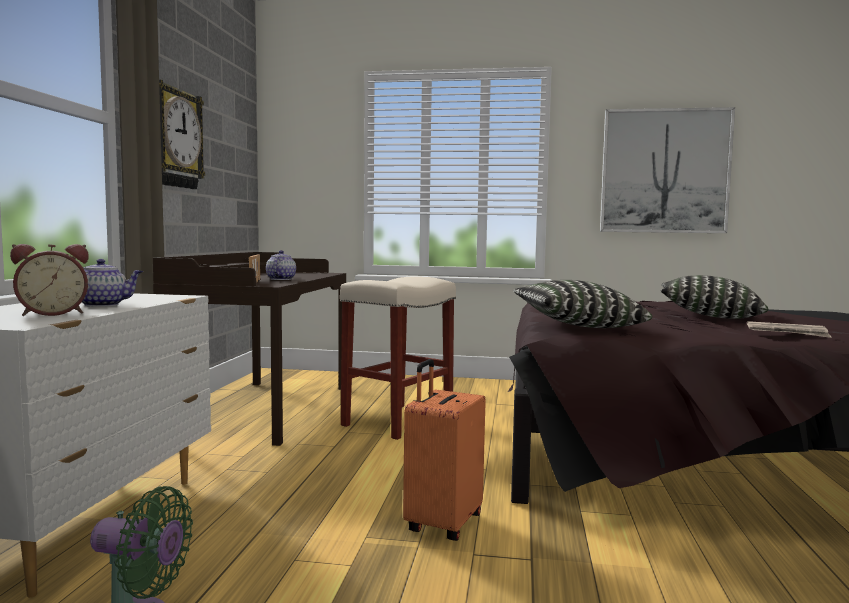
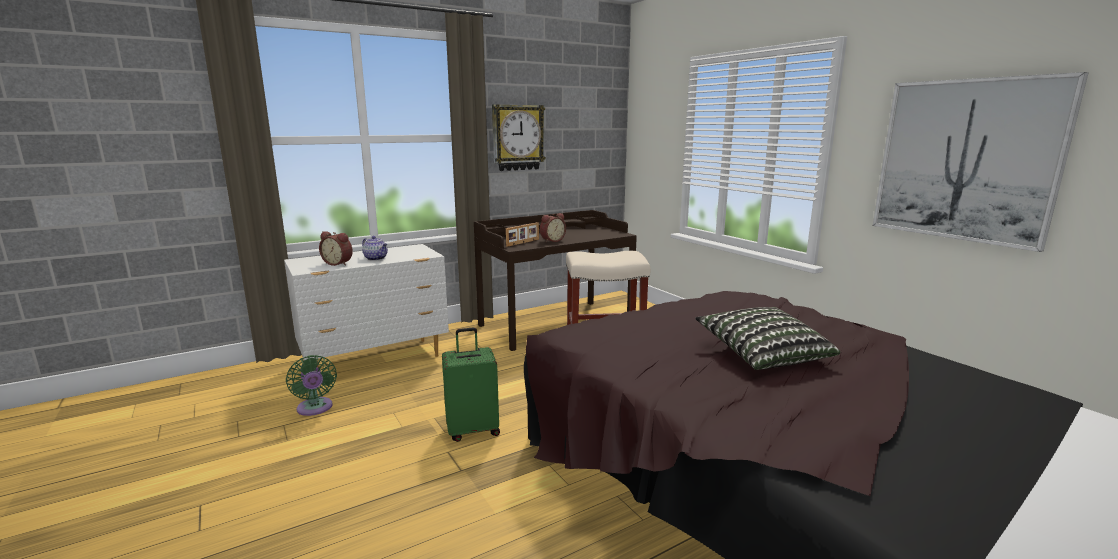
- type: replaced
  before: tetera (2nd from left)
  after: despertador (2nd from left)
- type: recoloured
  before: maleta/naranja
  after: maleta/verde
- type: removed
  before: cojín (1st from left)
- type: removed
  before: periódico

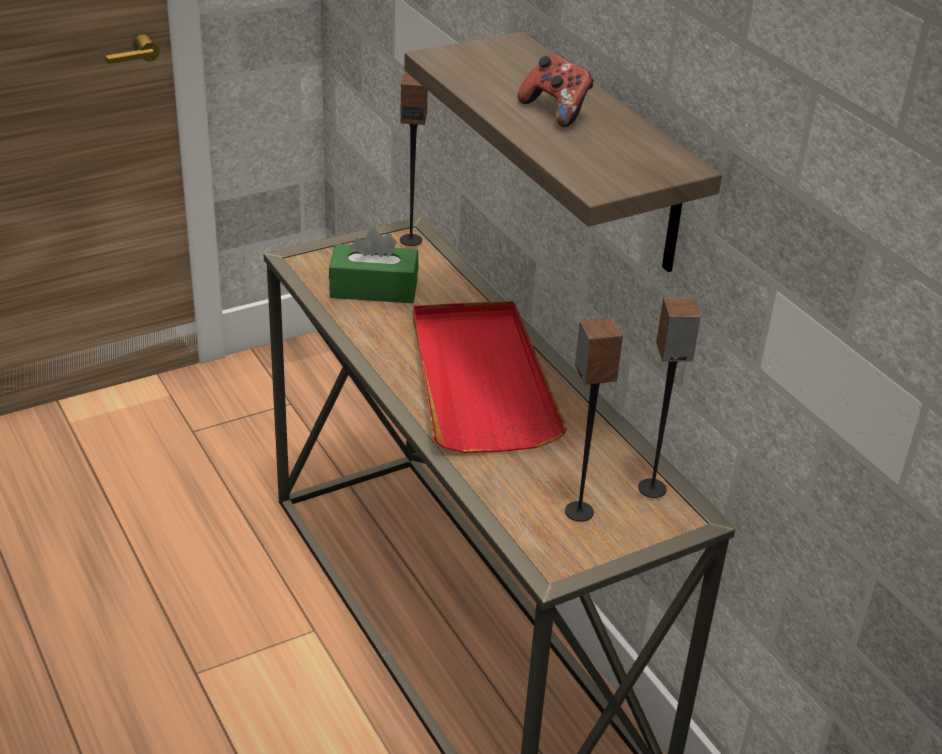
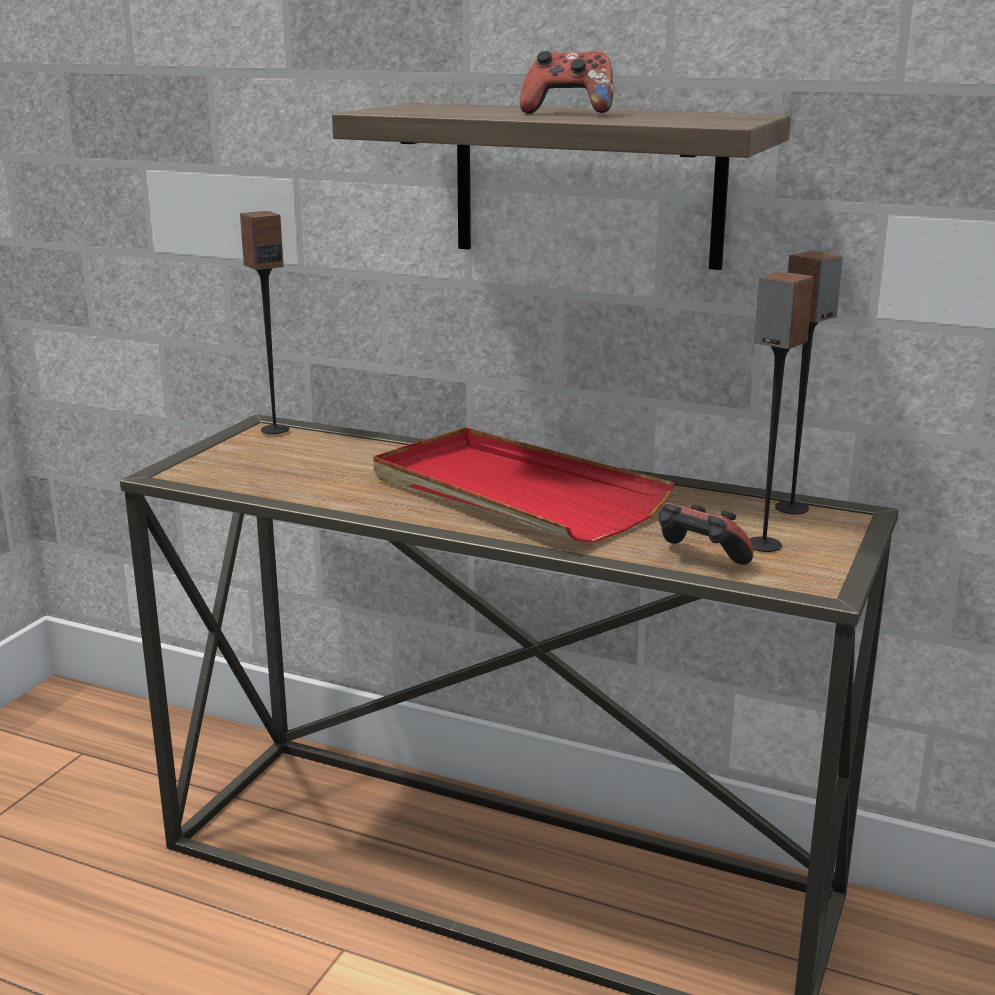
- type: removed
  before: caja de pañuelos/verde
- type: added
  after: mando de consola (2nd from left)

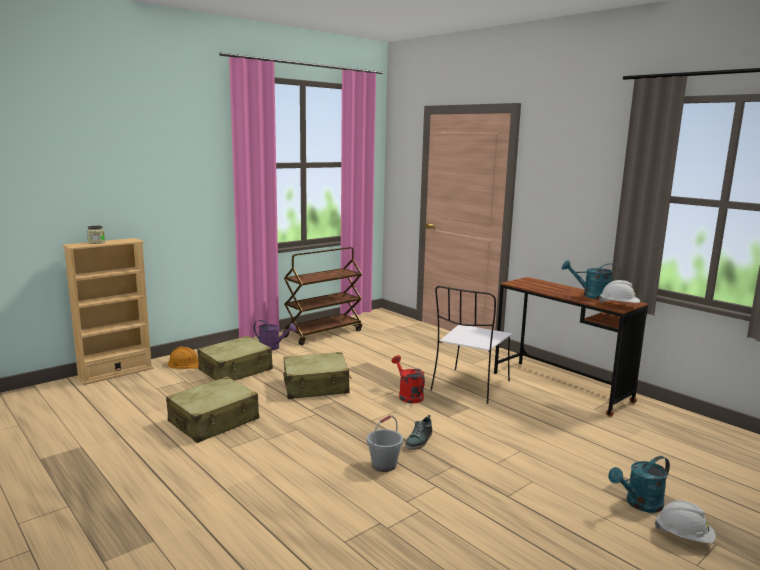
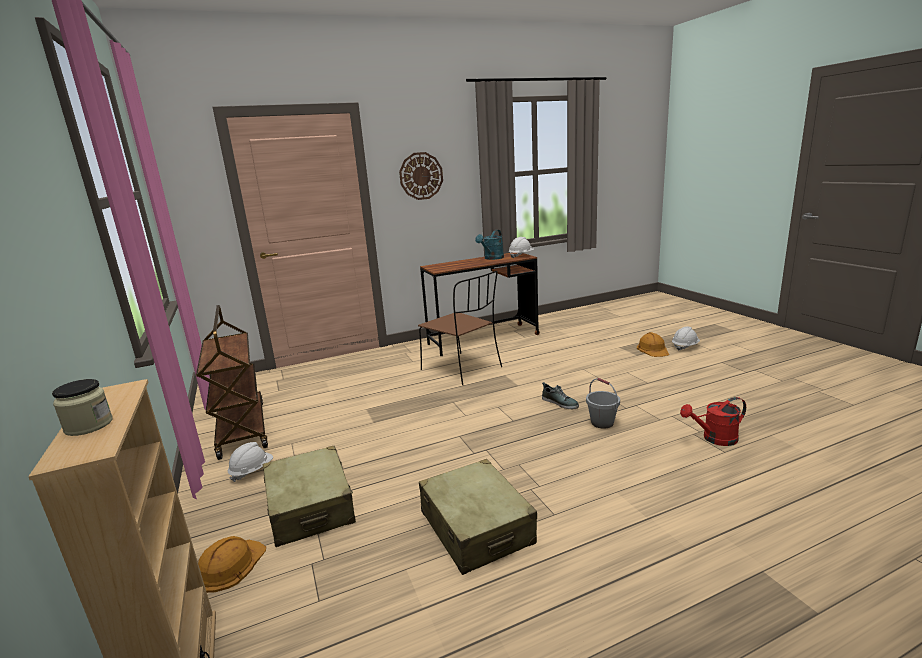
- type: replaced
  before: regadera/morado
  after: casco/blanco (1st from left)
- type: removed
  before: maleta/beis (3rd from left)
- type: moved
  before: regadera/rojo
- type: recoloured
  before: silla/blanco
  after: silla/marrón
- type: replaced
  before: regadera/turquesa (2nd from left)
  after: casco/naranja (2nd from left)
- type: added
  after: reloj de pared

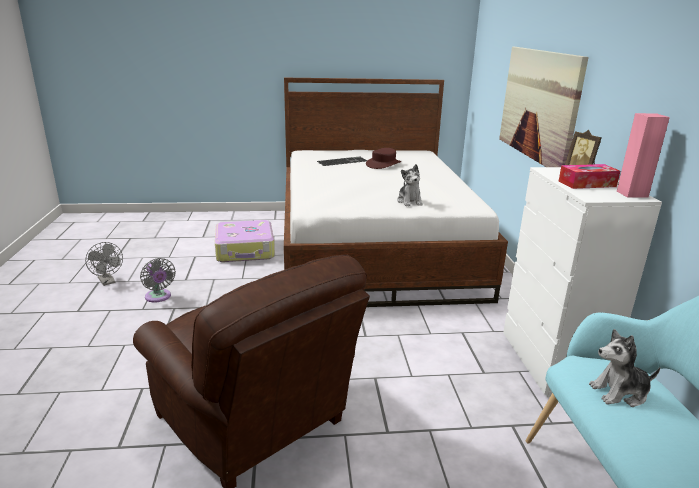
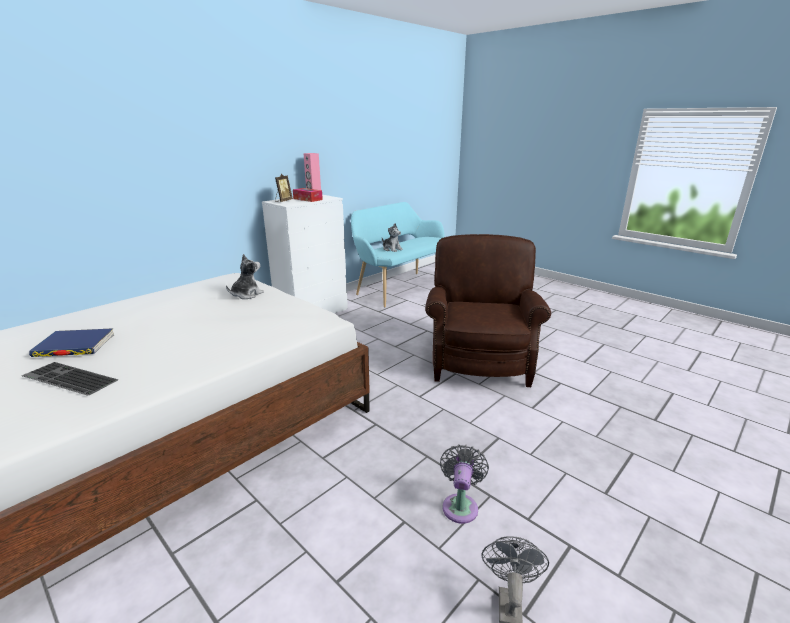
- type: removed
  before: maleta
- type: replaced
  before: sombrero/marrón
  after: libro/azul
- type: removed
  before: cuadro

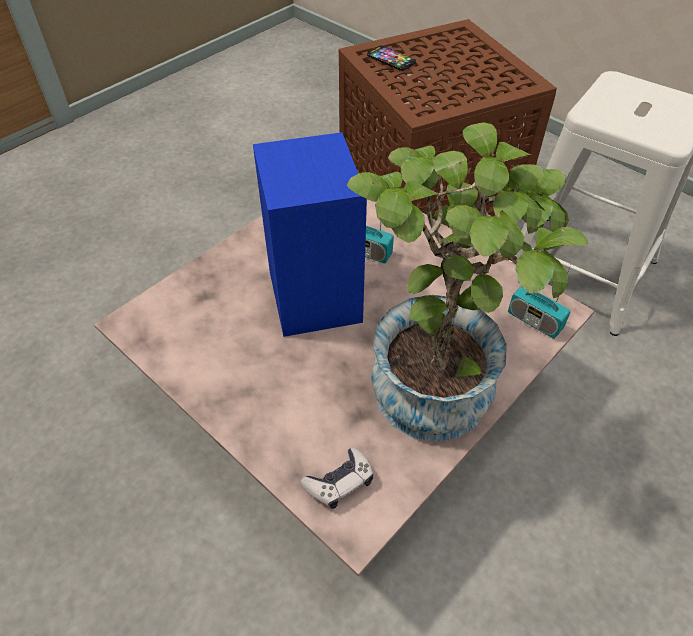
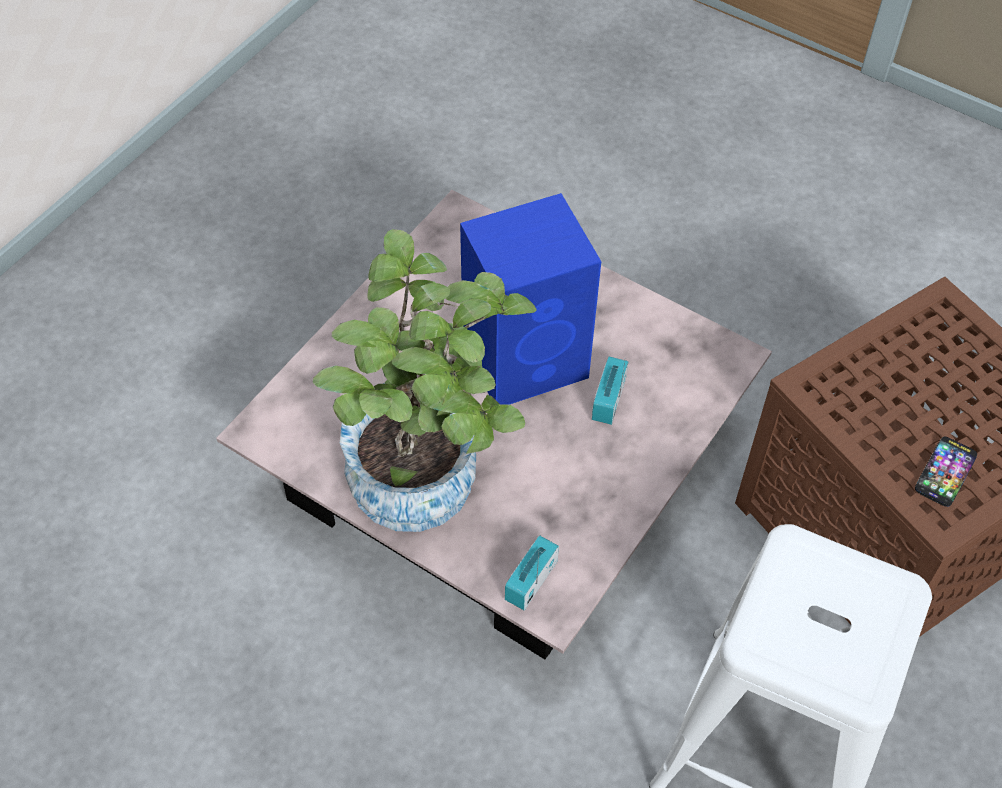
- type: removed
  before: mando de consola
- type: moved
  before: móvil

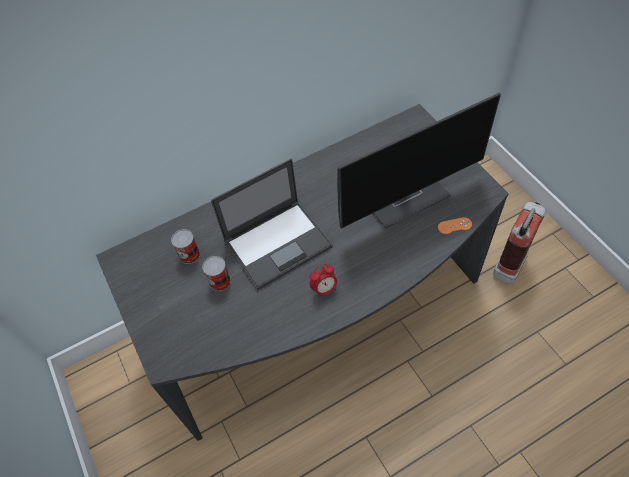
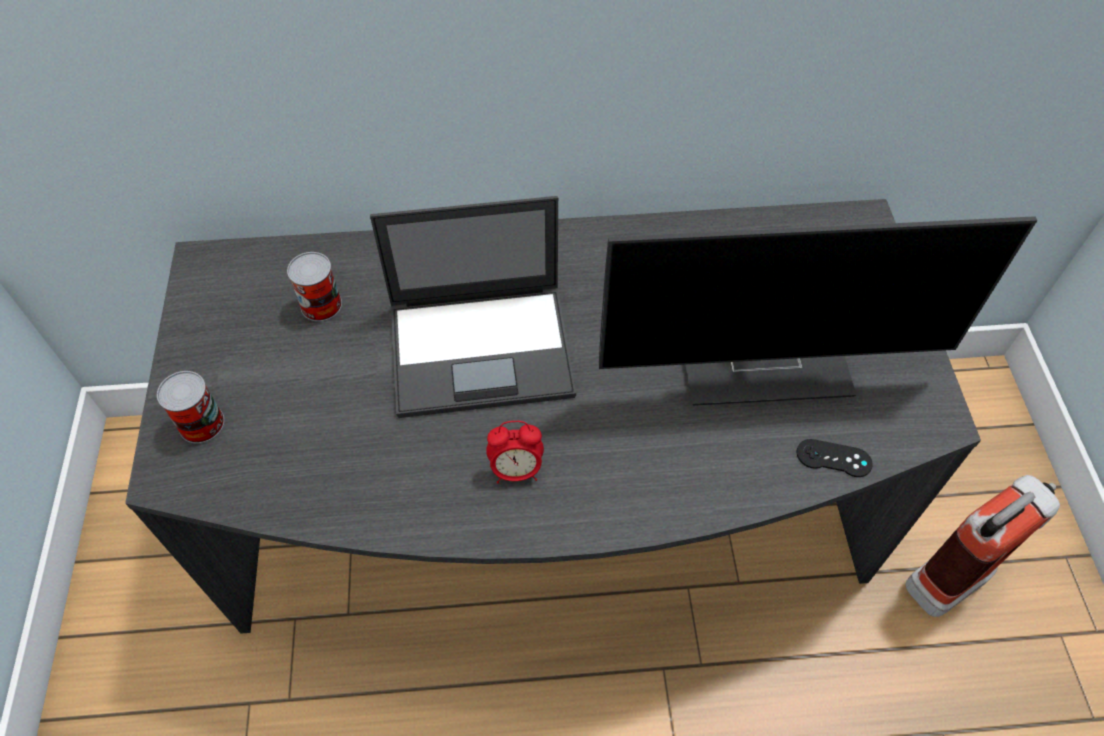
- type: moved
  before: lata (2nd from left in the first image)
  after: lata (1st from left)
- type: recoloured
  before: mando de consola/naranja
  after: mando de consola/negro

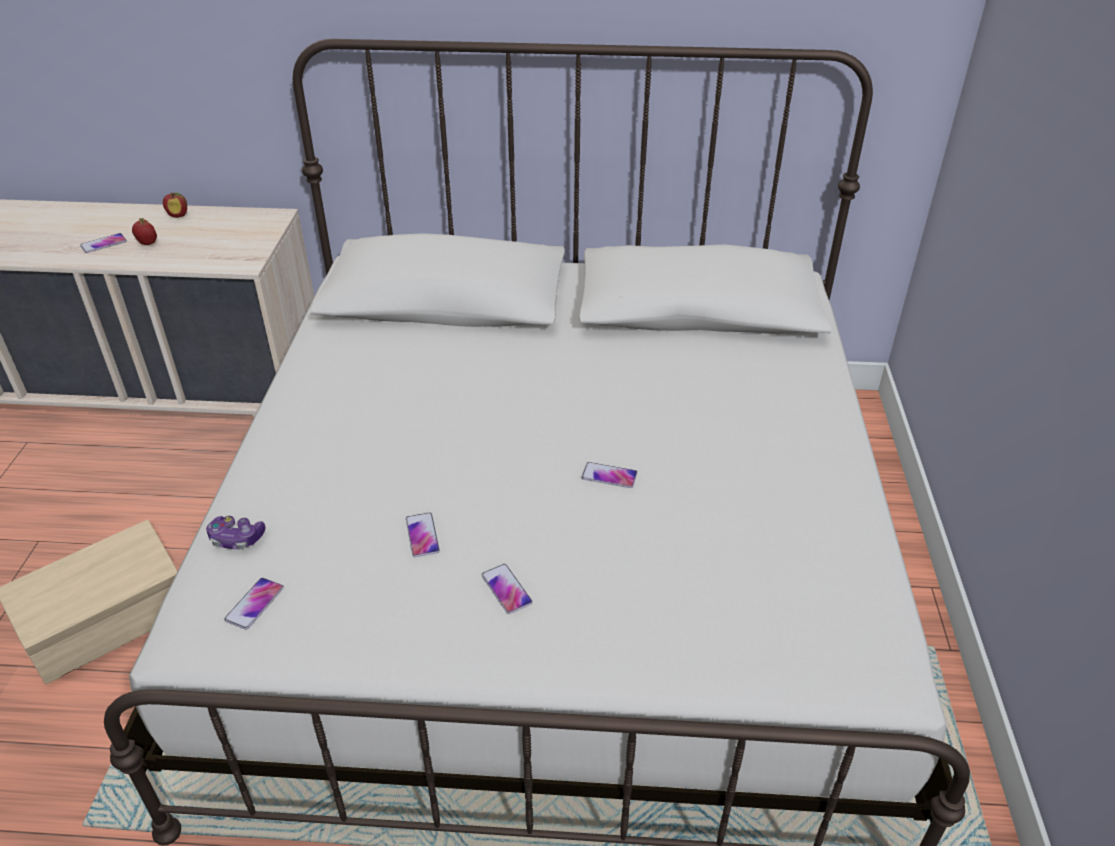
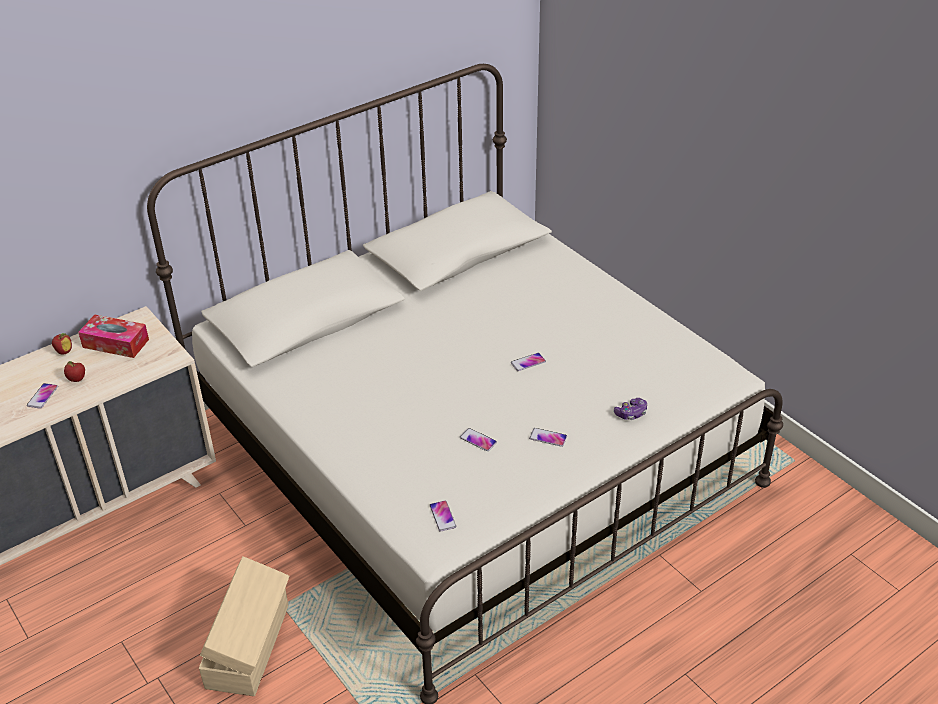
- type: moved
  before: mando de consola
- type: added
  after: caja de pañuelos

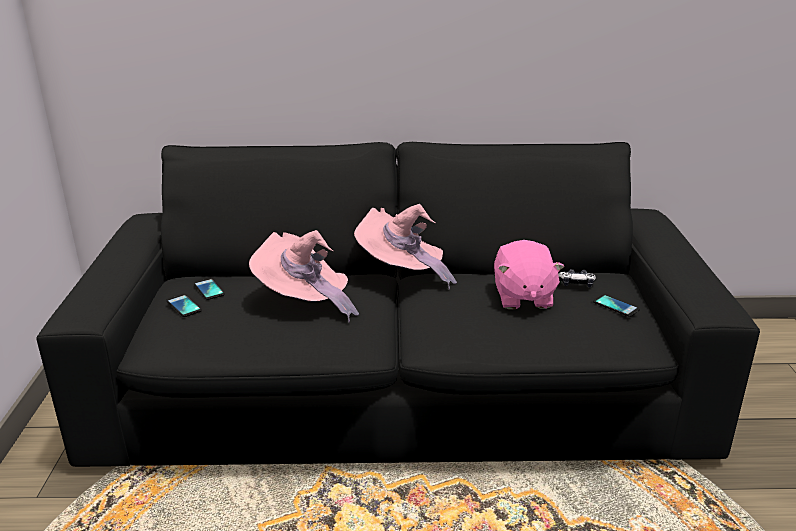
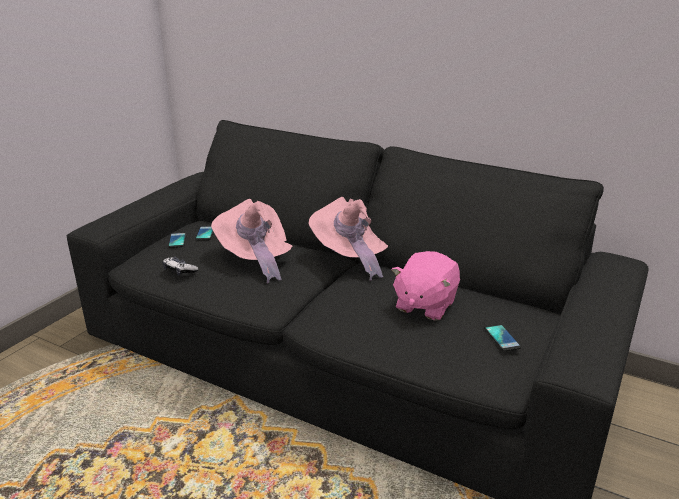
- type: moved
  before: mando de consola

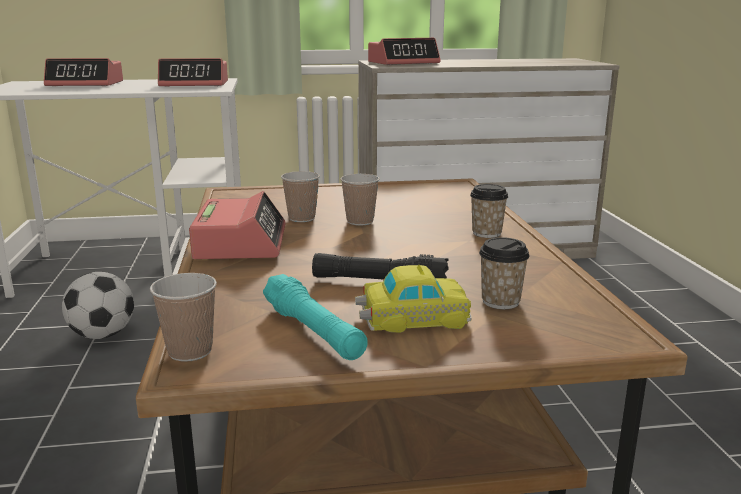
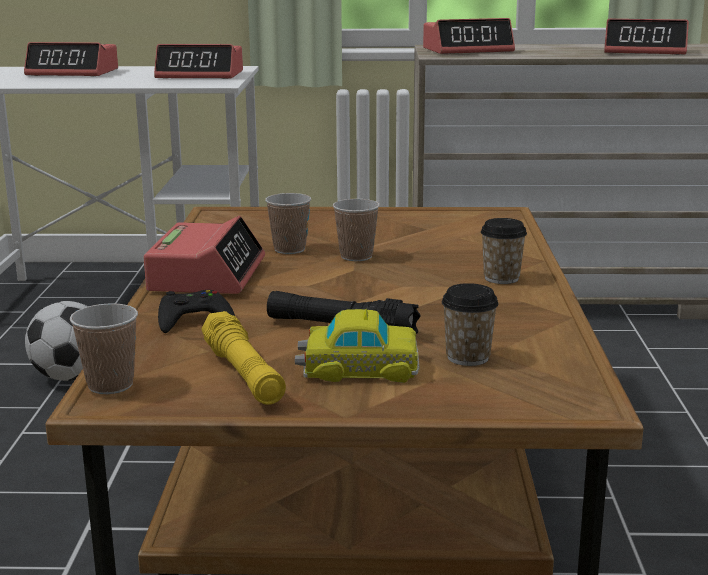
- type: recoloured
  before: linterna/turquesa
  after: linterna/amarillo
- type: added
  after: mando de consola/negro
- type: added
  after: despertador (5th from left)

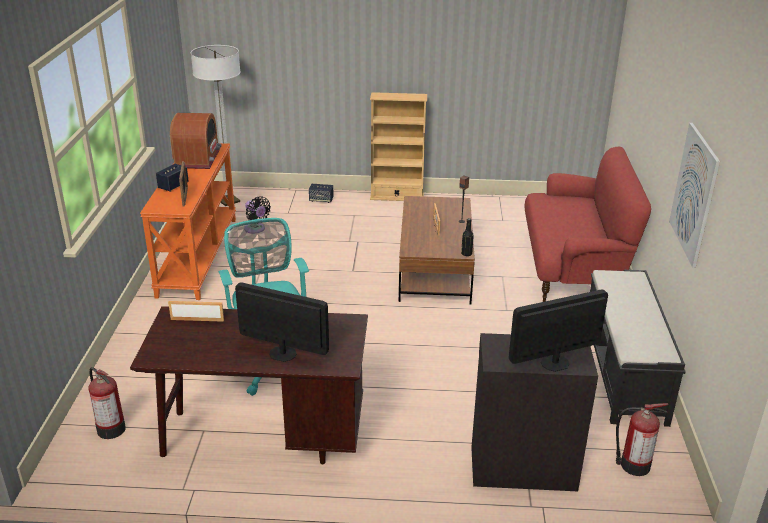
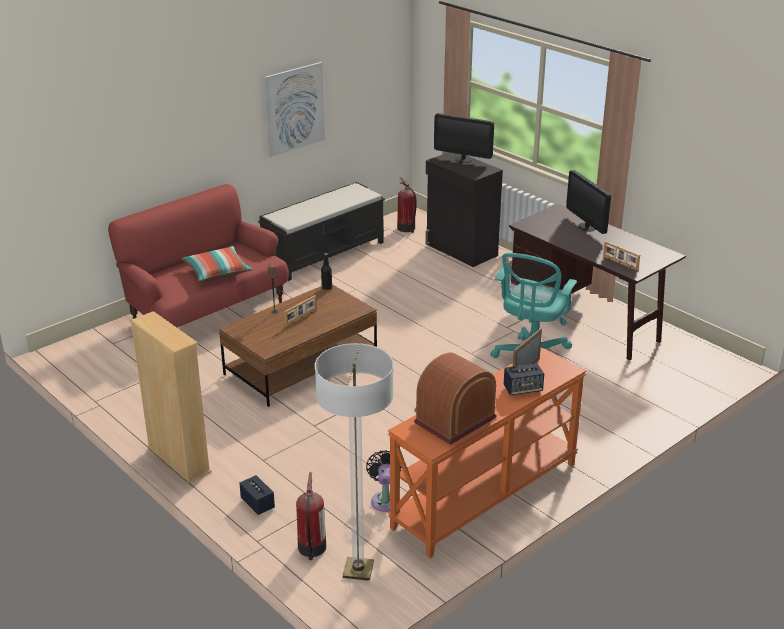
- type: moved
  before: extintor (1st from left)
- type: added
  after: cojín

